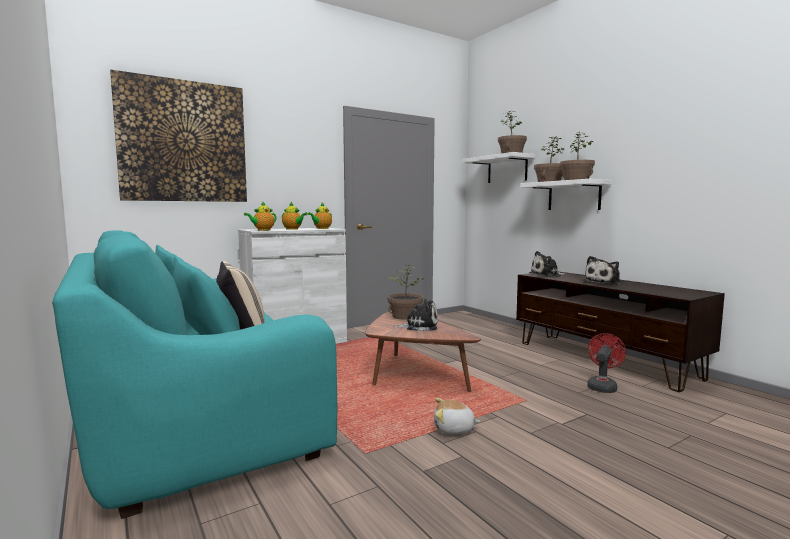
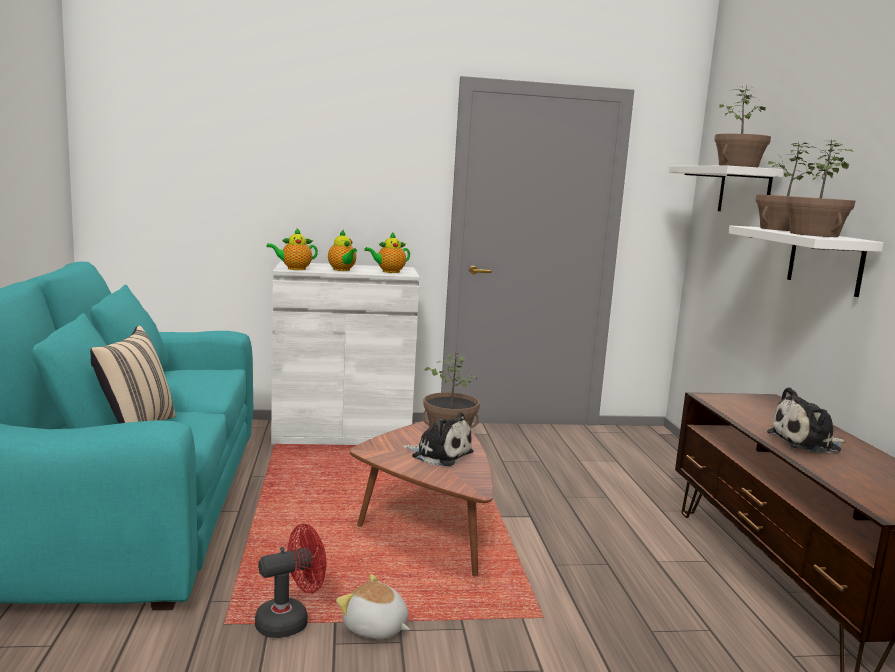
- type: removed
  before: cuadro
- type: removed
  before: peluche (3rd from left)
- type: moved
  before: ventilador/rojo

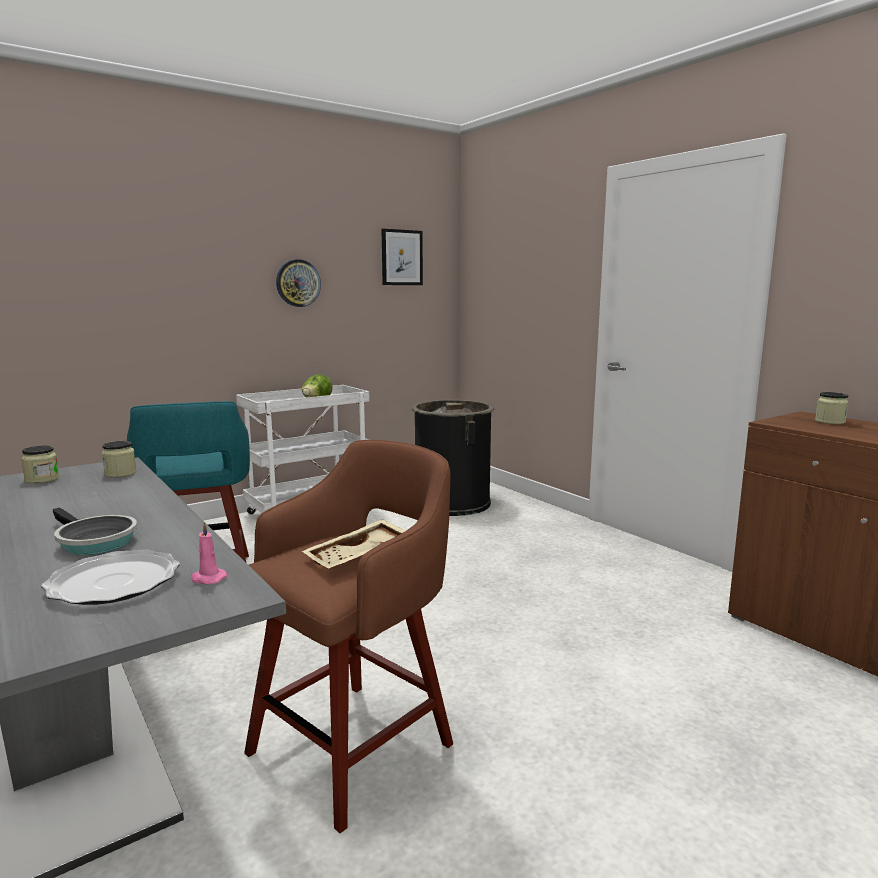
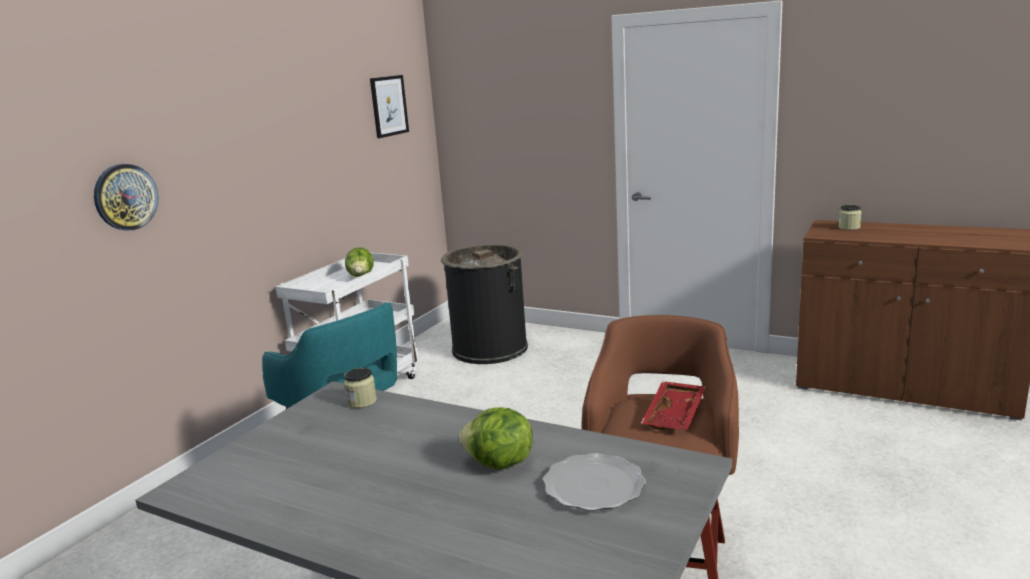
- type: removed
  before: tarro (1st from left)
- type: replaced
  before: sartén
  after: lechuga (2nd from left)
- type: removed
  before: vela/rosa
- type: moved
  before: reloj de pared
- type: recoloured
  before: bandeja/beis
  after: bandeja/rojo

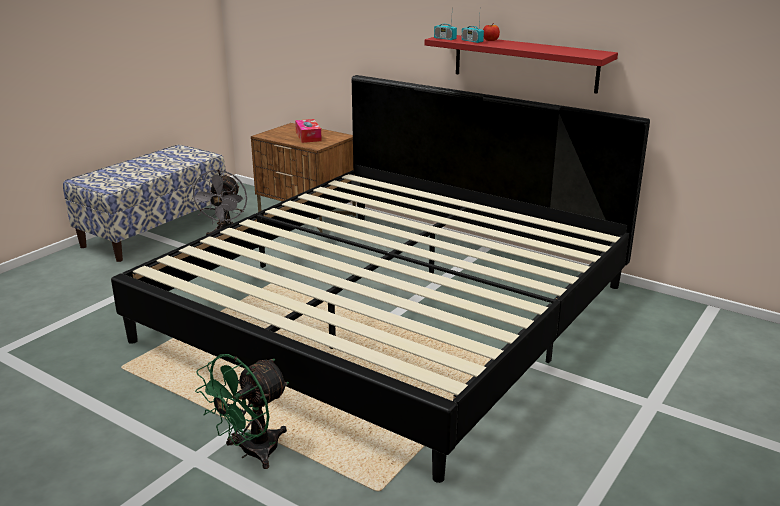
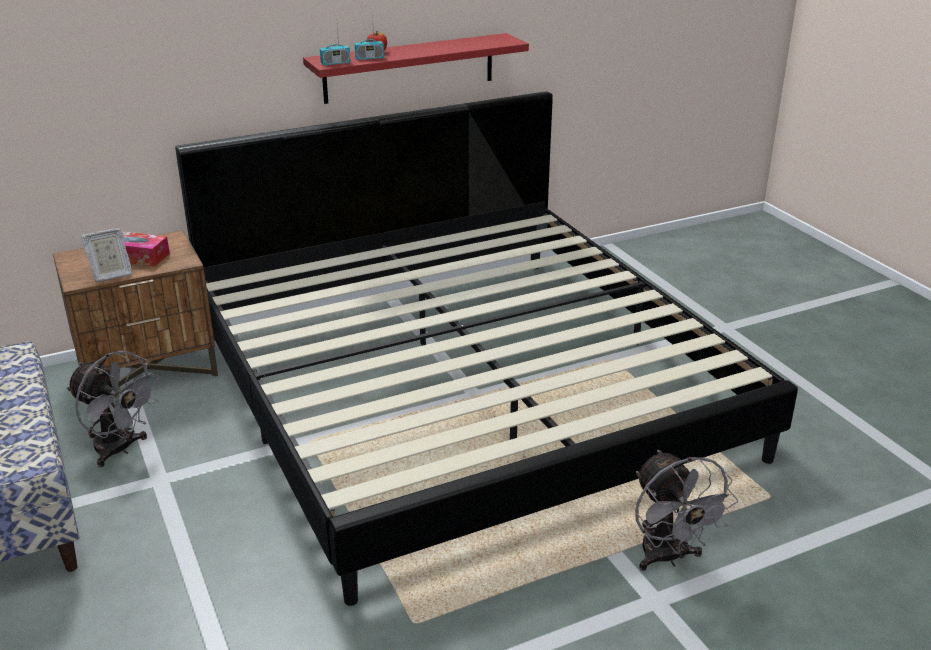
- type: recoloured
  before: ventilador/verde
  after: ventilador/gris (2nd from left)
- type: added
  after: portarretratos

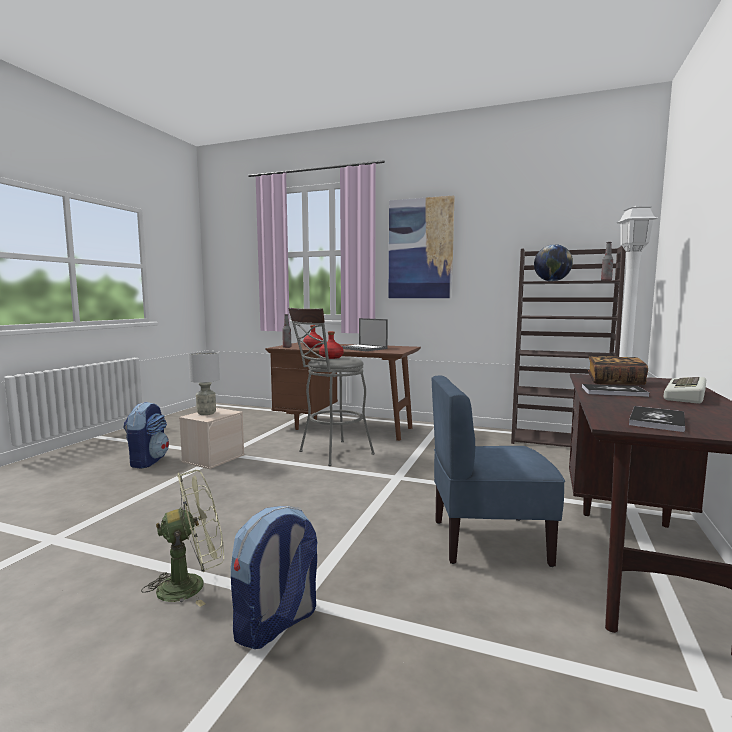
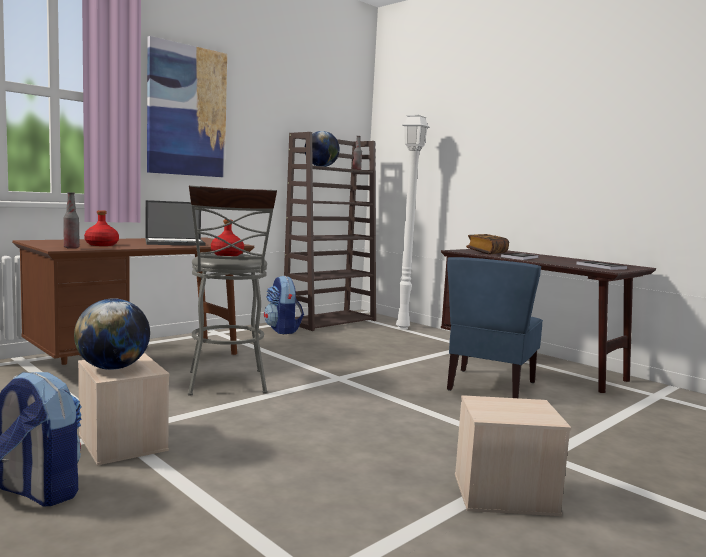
- type: replaced
  before: ventilador/verde
  after: caja de almacenaje/beis (2nd from left)
- type: replaced
  before: lámpara de mesa/gris
  after: globo terráqueo (1st from left)
- type: moved
  before: mochila (2nd from left)
- type: removed
  before: teclado

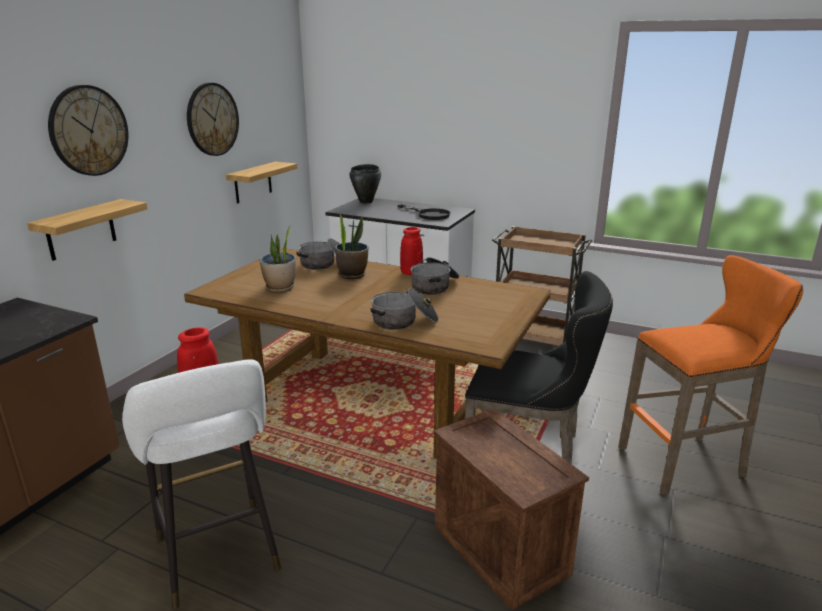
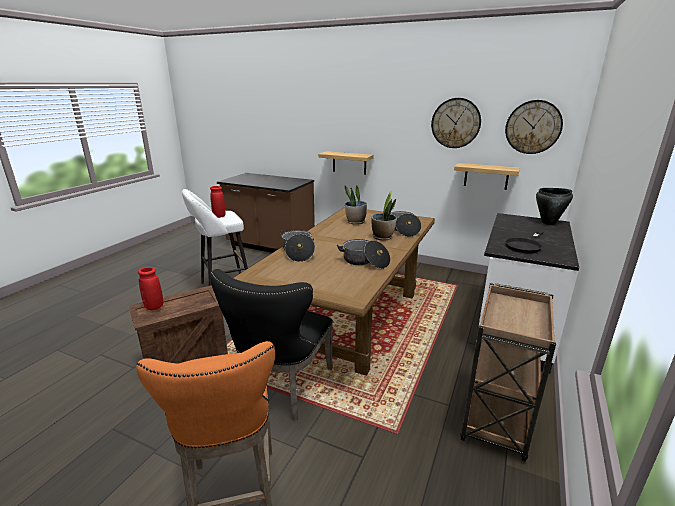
- type: moved
  before: reloj de pared (1st from left in the first image)
  after: reloj de pared (2nd from left)
- type: moved
  before: florero/rojo (2nd from left in the first image)
  after: florero/rojo (1st from left)

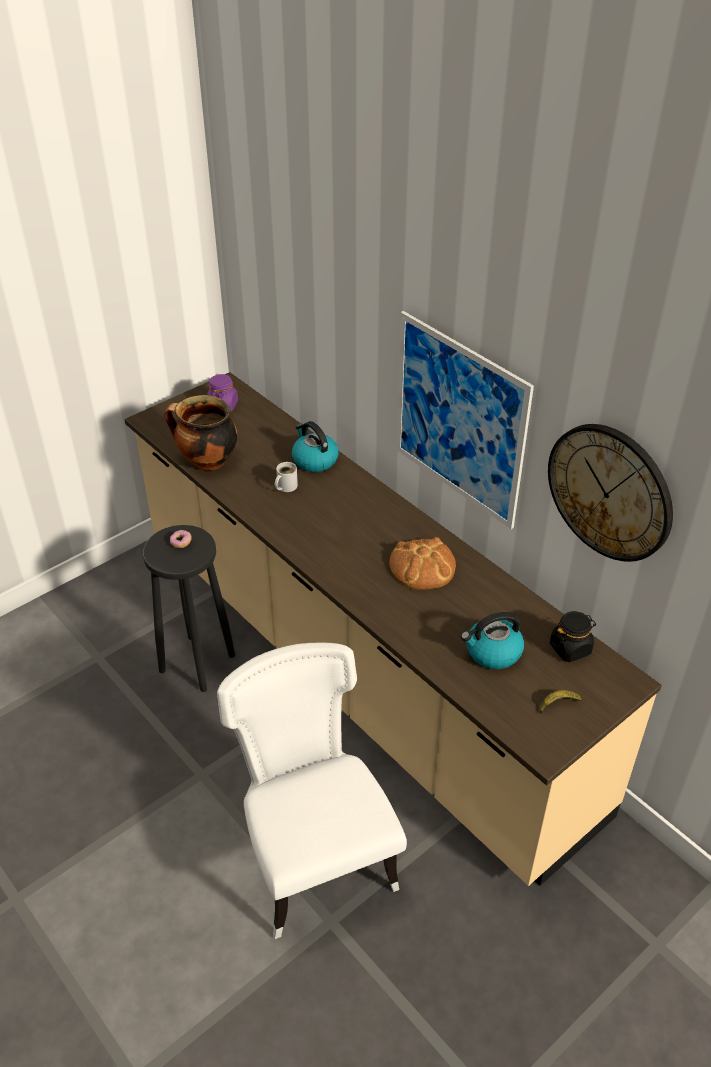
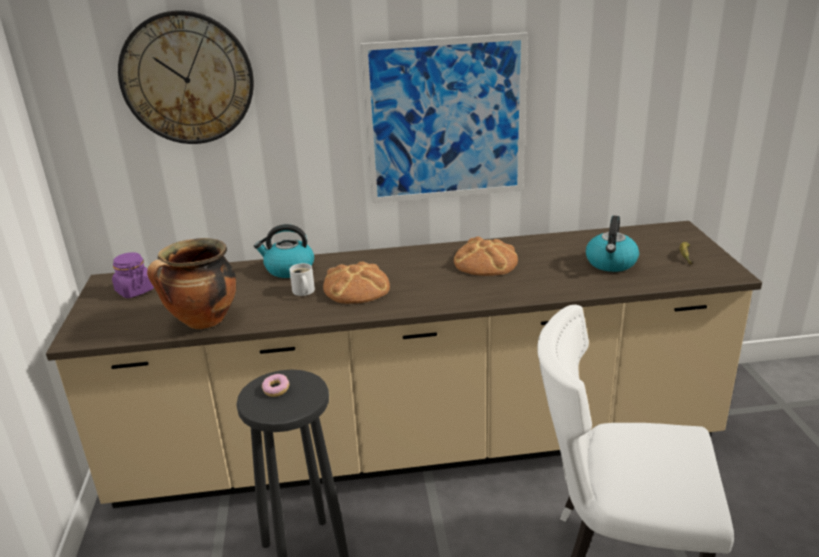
- type: moved
  before: reloj de pared
- type: removed
  before: tarro/negro
- type: added
  after: pan (1st from left)

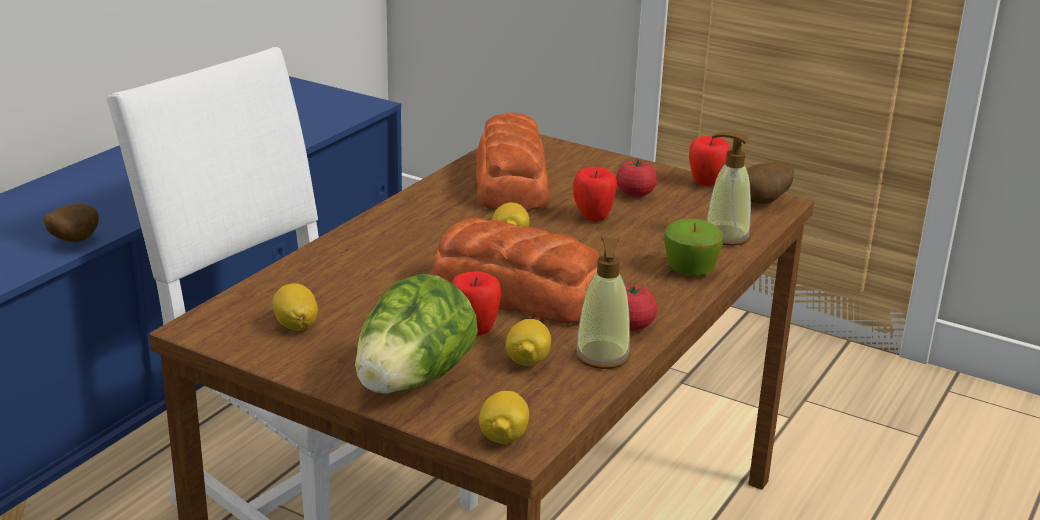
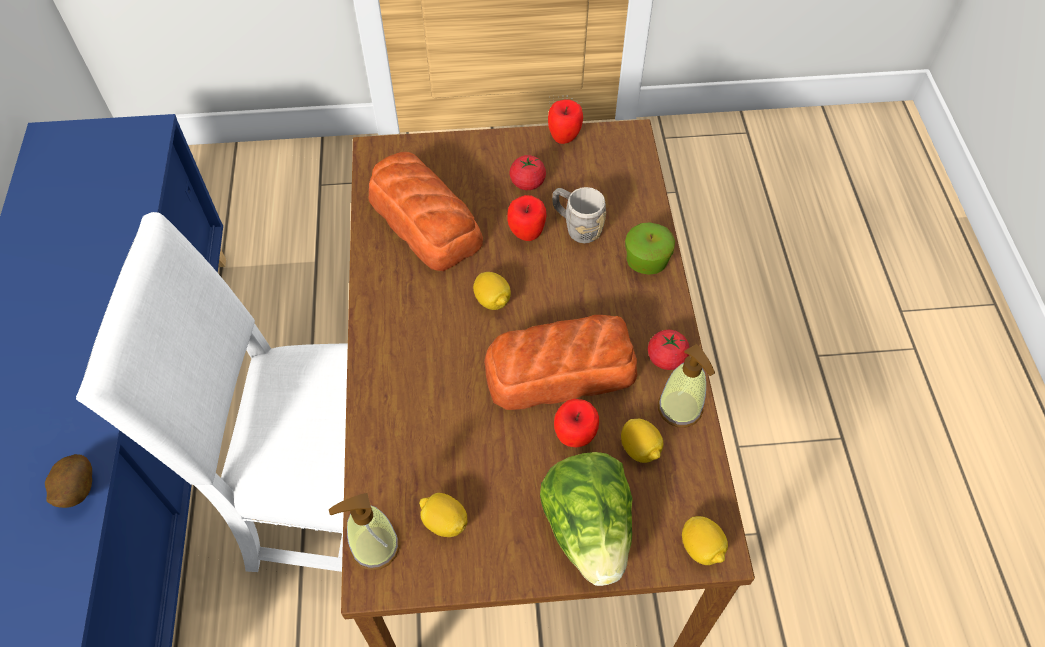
- type: moved
  before: dispensador de jabón (2nd from left in the first image)
  after: dispensador de jabón (1st from left)
- type: removed
  before: patata (2nd from left)
- type: added
  after: taza grande/gris

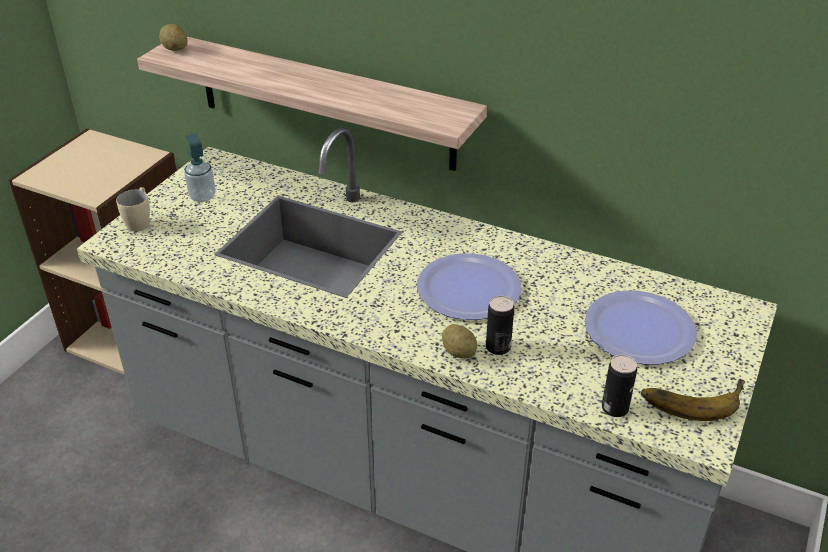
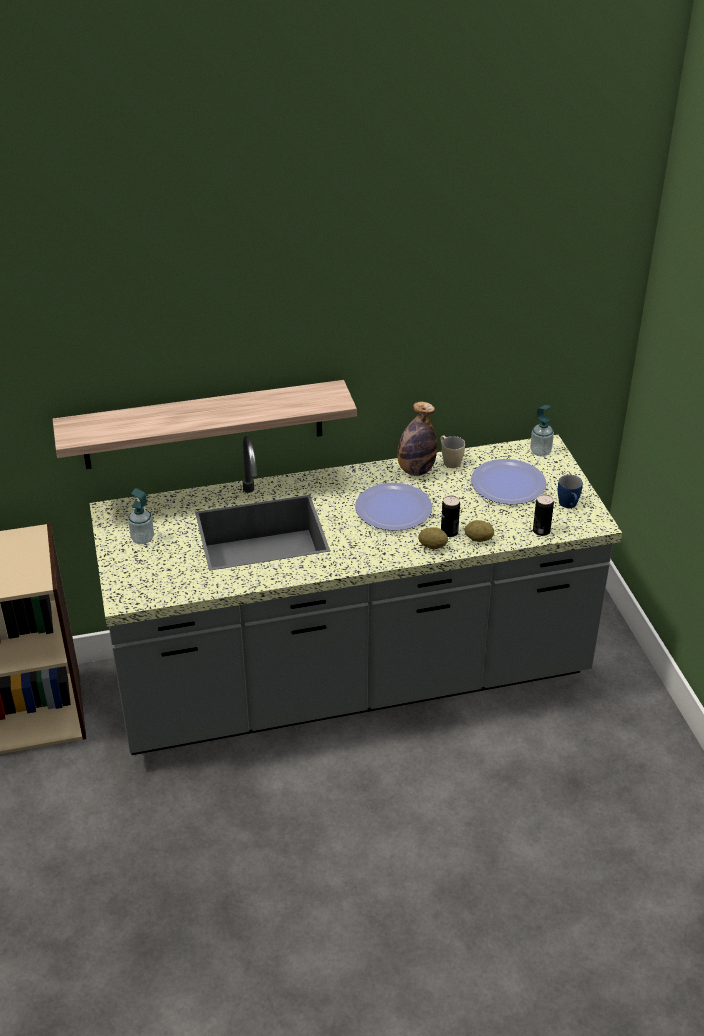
- type: moved
  before: taza grande/beis
- type: moved
  before: patata (1st from left in the first image)
  after: patata (2nd from left)
- type: replaced
  before: plátano
  after: taza grande/azul
- type: added
  after: botella
- type: added
  after: dispensador de jabón (2nd from left)

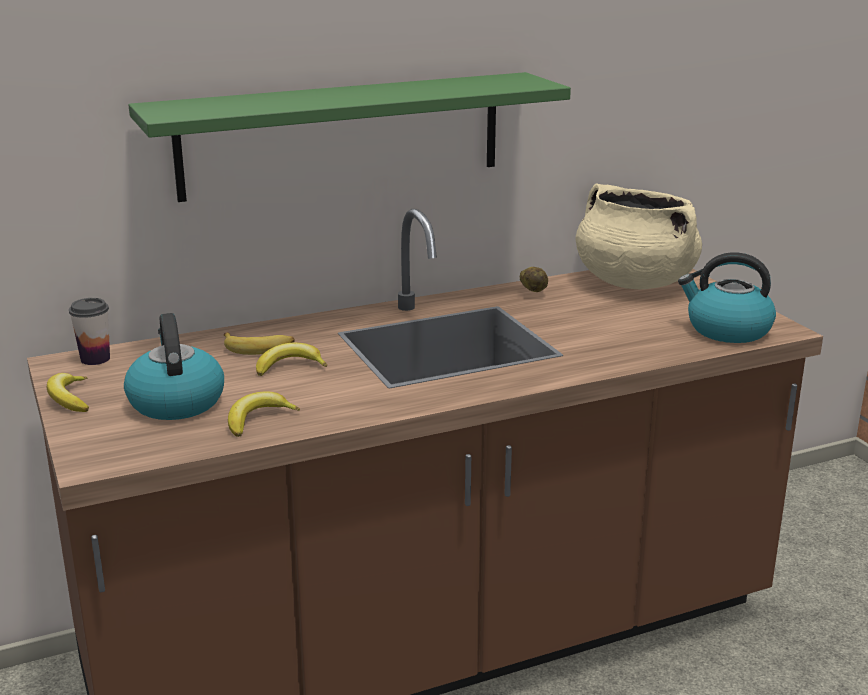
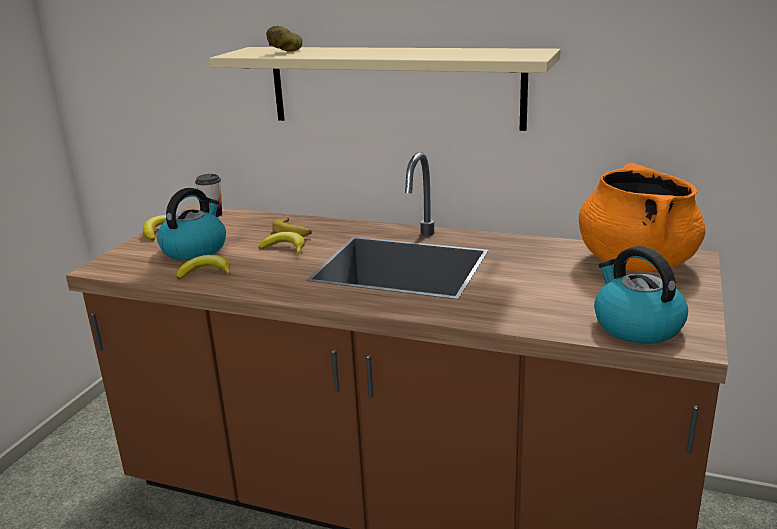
- type: recoloured
  before: estante/verde
  after: estante/beis
- type: moved
  before: patata
- type: recoloured
  before: olla/beis
  after: olla/naranja

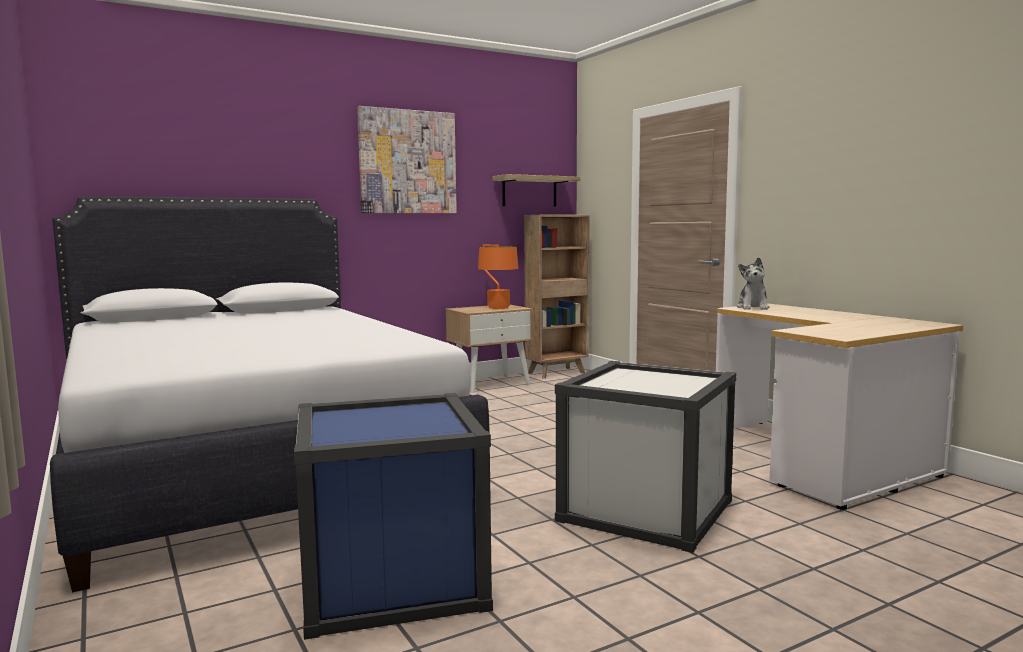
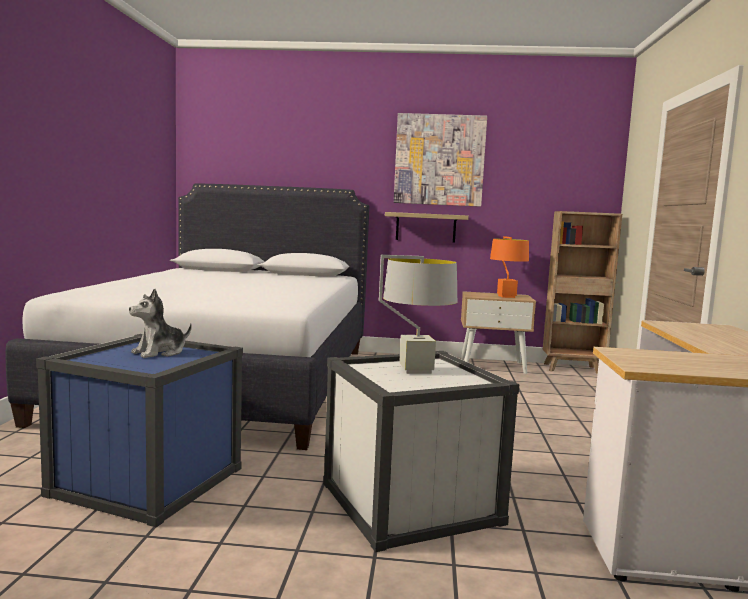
- type: moved
  before: estante
- type: moved
  before: peluche
- type: added
  after: lámpara de mesa/gris

